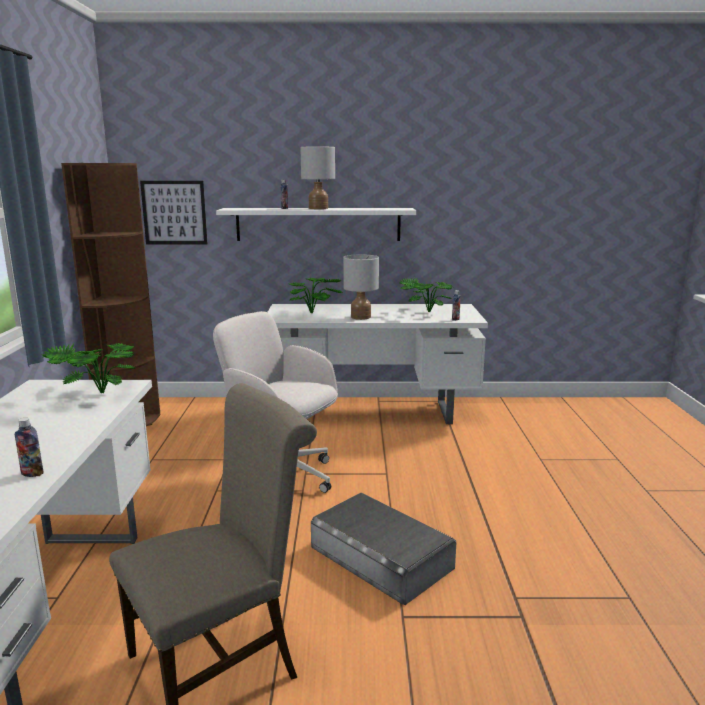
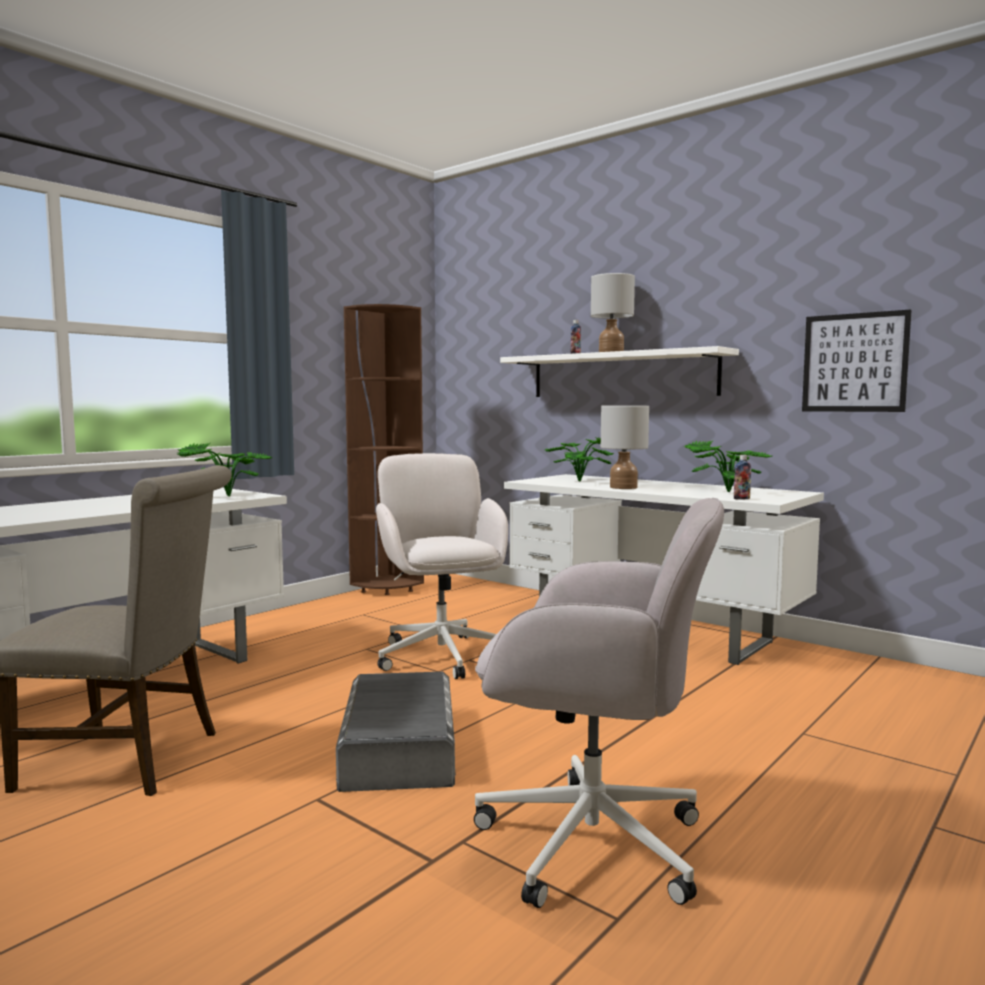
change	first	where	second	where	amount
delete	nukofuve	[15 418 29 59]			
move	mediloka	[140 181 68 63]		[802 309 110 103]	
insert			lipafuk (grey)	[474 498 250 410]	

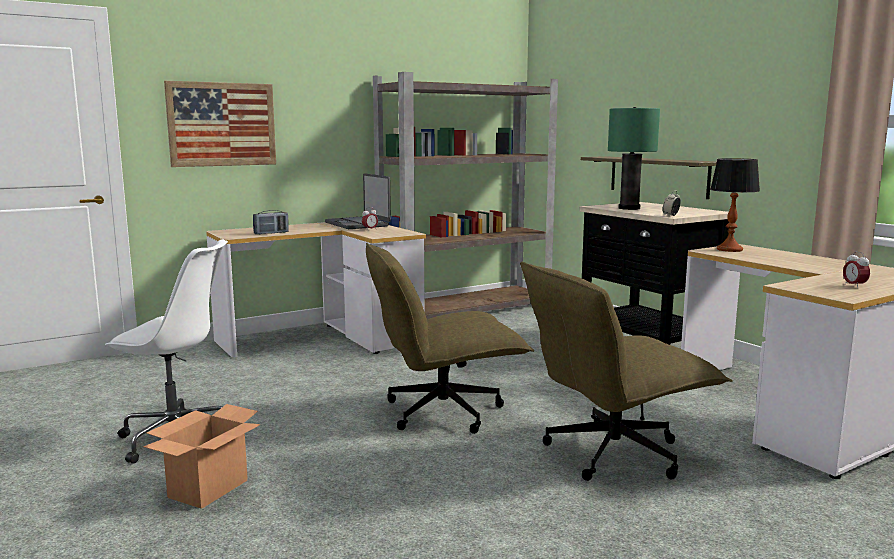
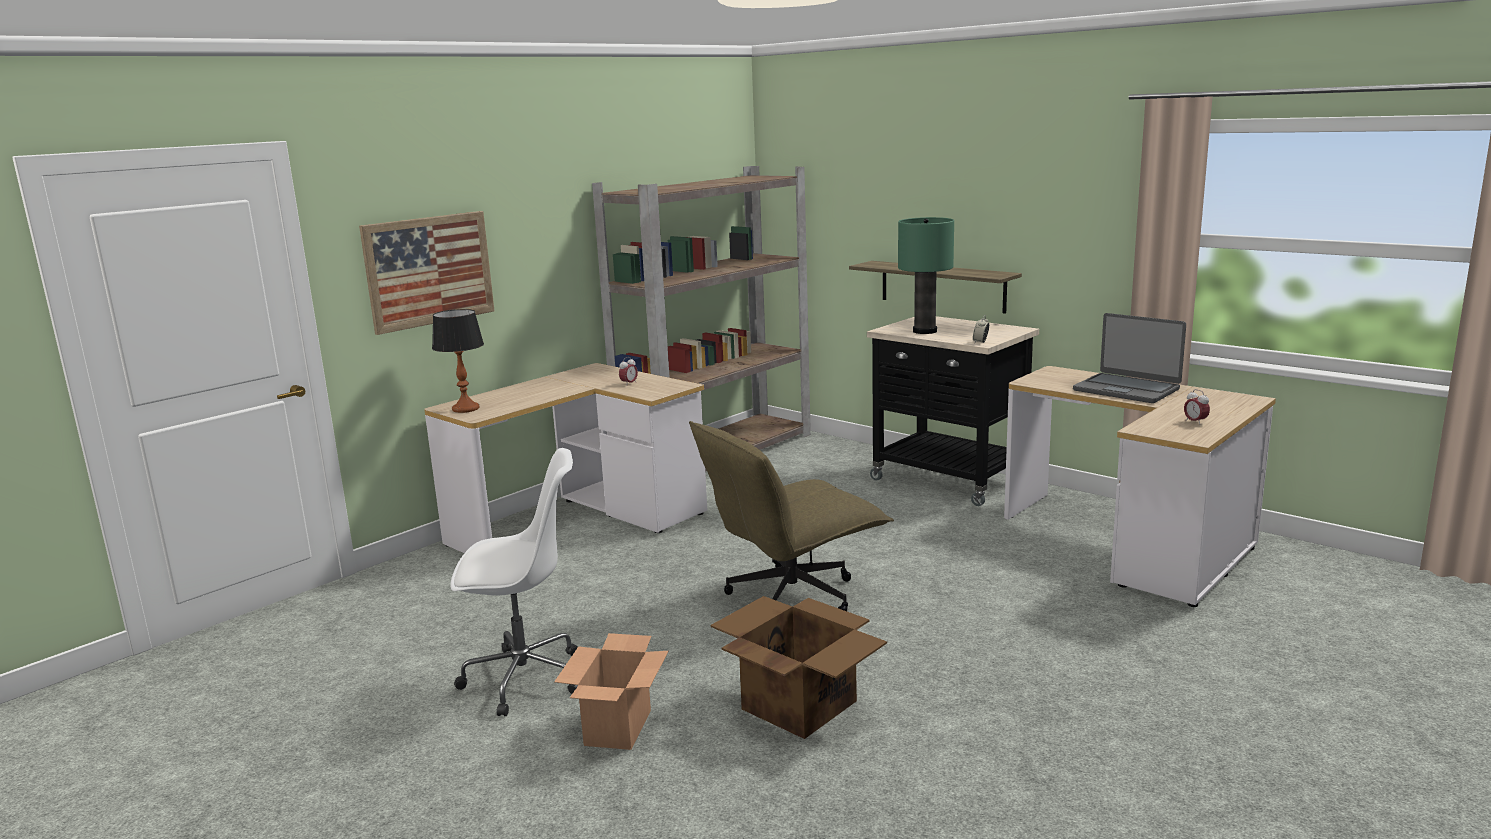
change	first	where	second	where	amount
delete	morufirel	[253 210 36 25]			
move	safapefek	[325 173 66 56]		[1073 313 113 90]	
delete	lipafuk (beige)	[520 262 213 219]			
move	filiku	[710 158 50 94]		[432 309 52 104]	
insert			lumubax	[711 596 176 143]	

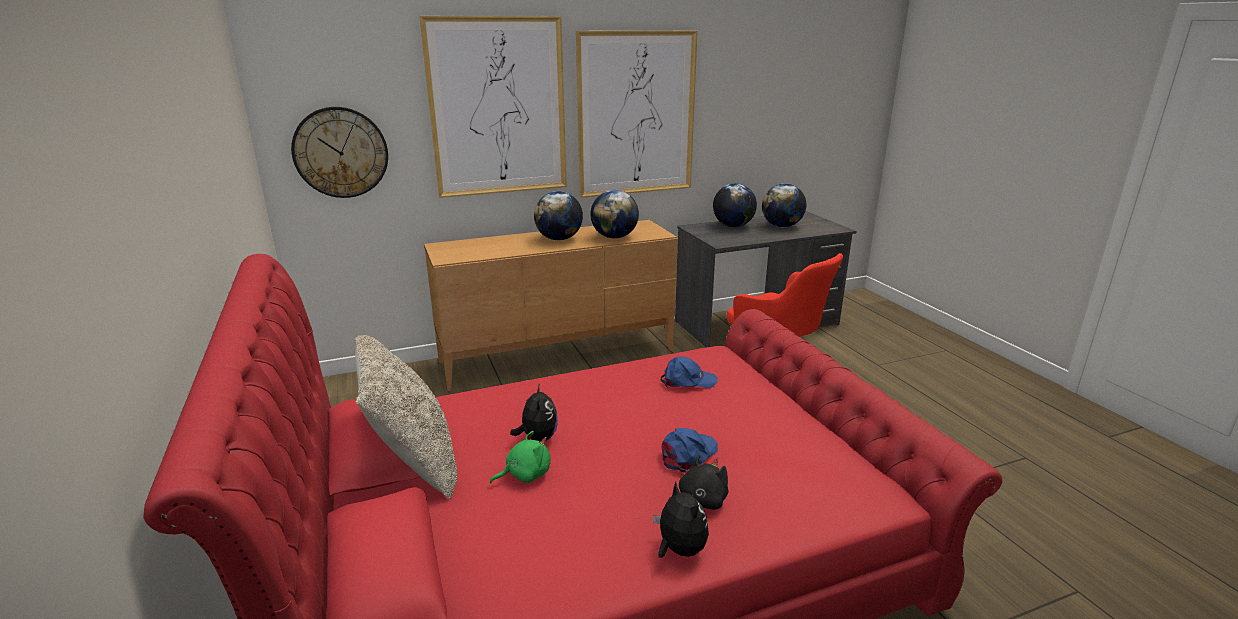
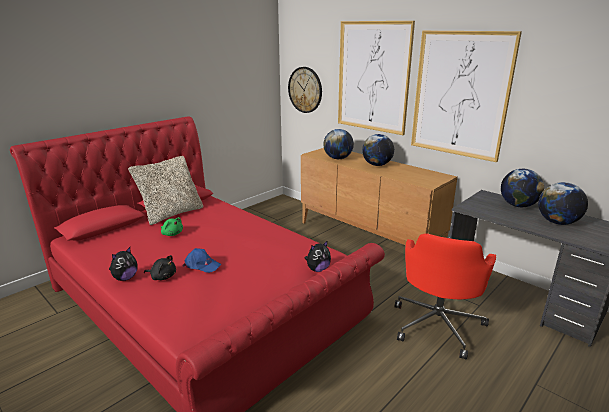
change	first	where	second	where	amount
move	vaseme	[510 383 48 59]		[304 240 27 32]	
move	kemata	[590 190 49 48]		[324 129 30 30]	
delete	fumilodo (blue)	[660 357 58 31]			

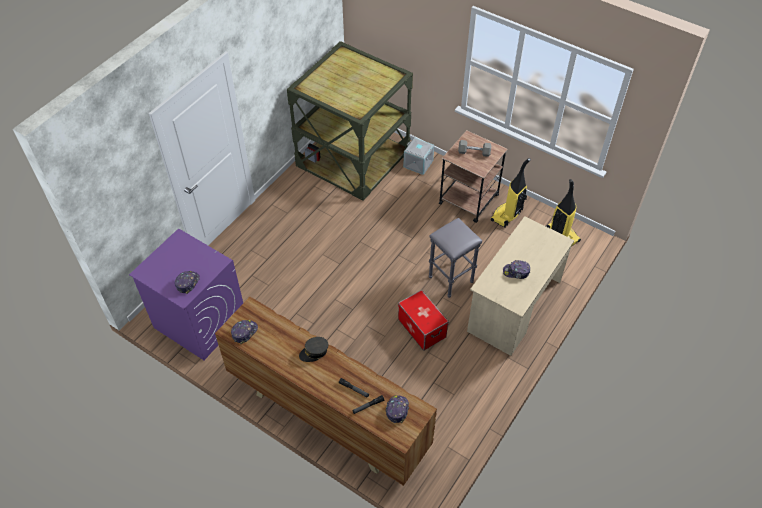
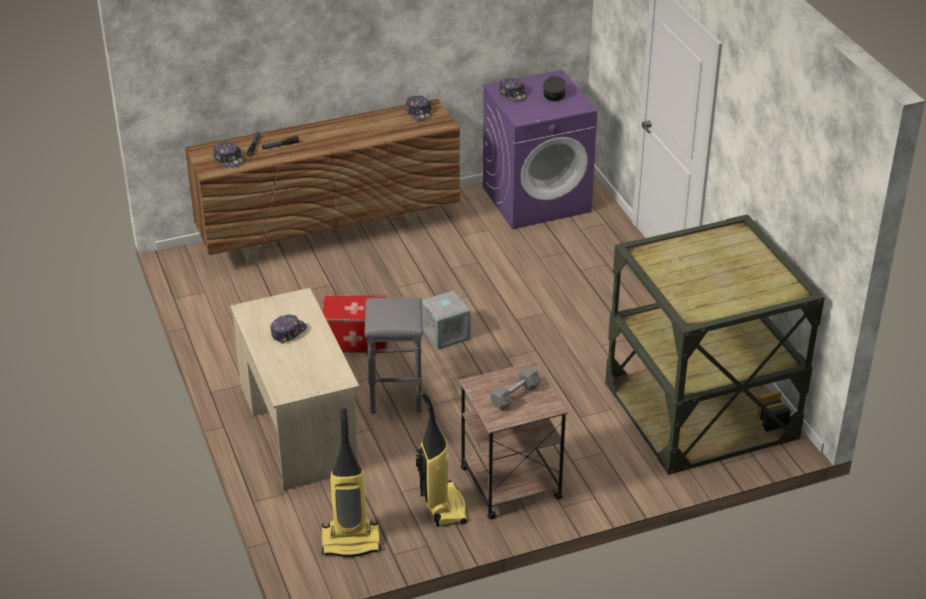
change	first	where	second	where	amount
move	fumilodo (grey)	[299 337 29 25]		[543 76 23 25]	
move	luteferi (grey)	[403 137 31 38]		[422 290 49 60]	

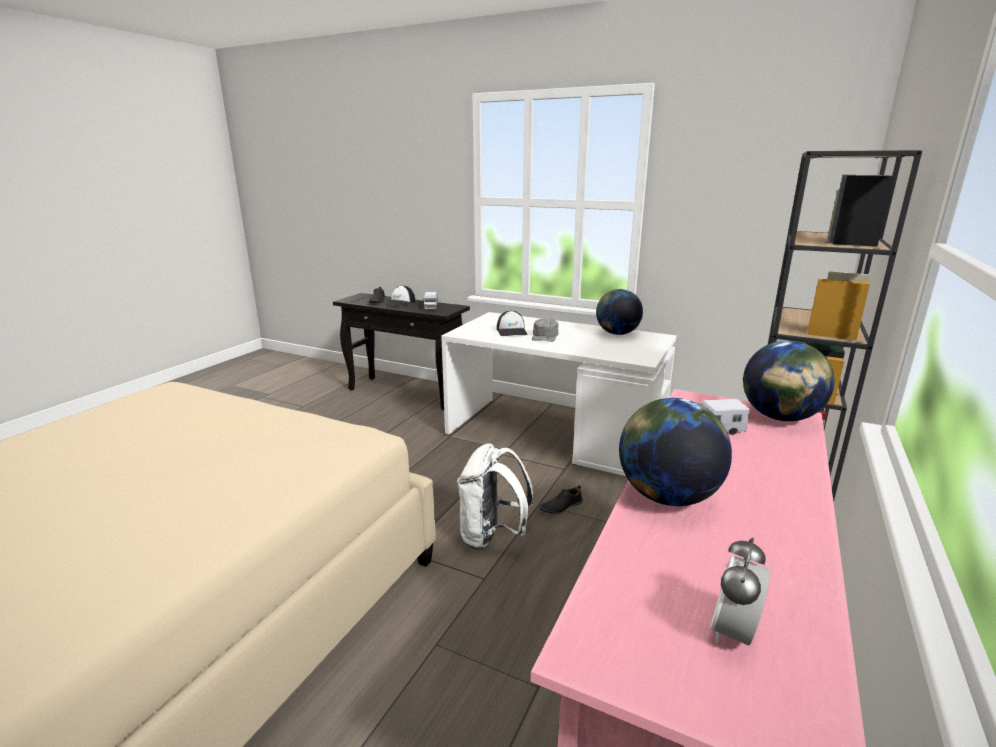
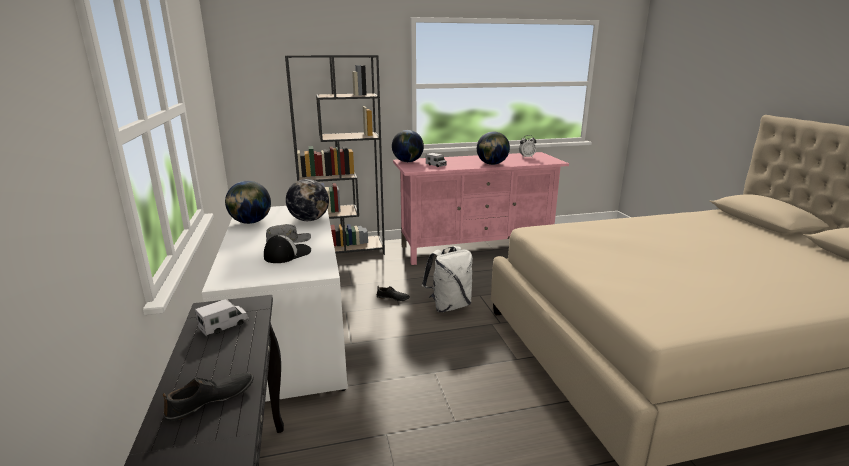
change	first	where	second	where	amount
delete	fumilodo	[384 285 32 22]			
insert			kemata	[286 179 43 42]	

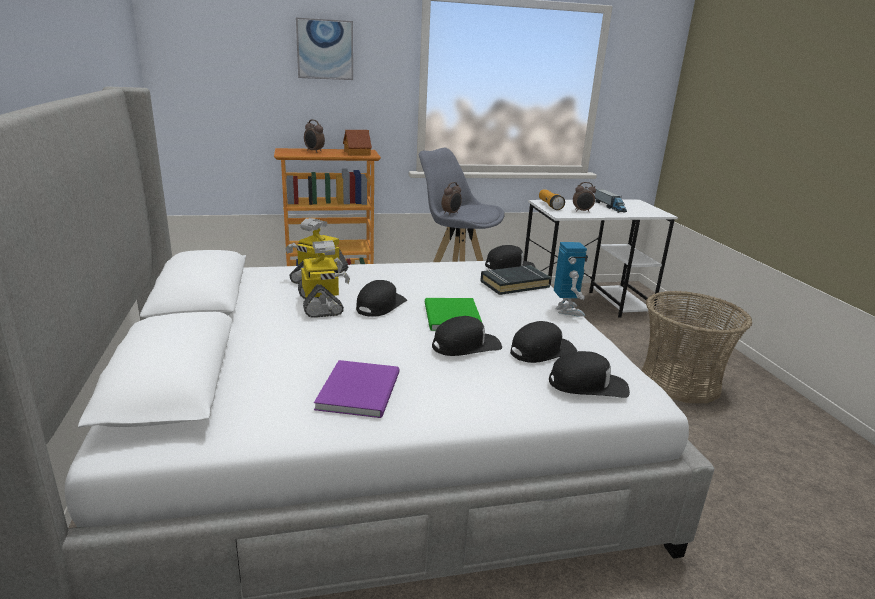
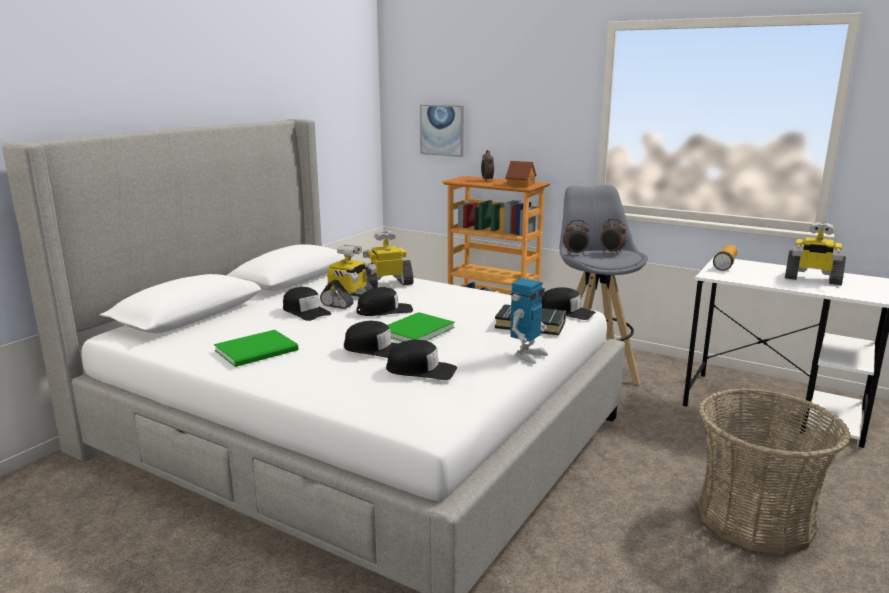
change	first	where	second	where	amount
move	mediloka	[296 17 57 63]		[420 104 44 53]	
recolor	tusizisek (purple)	[314 360 85 58]	tusizisek (green)	[214 330 84 37]	
move	fumilodo (black)	[549 351 81 47]		[283 287 49 34]	
move	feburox	[573 182 23 30]		[600 218 26 36]	
replace	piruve	[595 189 32 24]	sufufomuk	[785 222 61 63]	

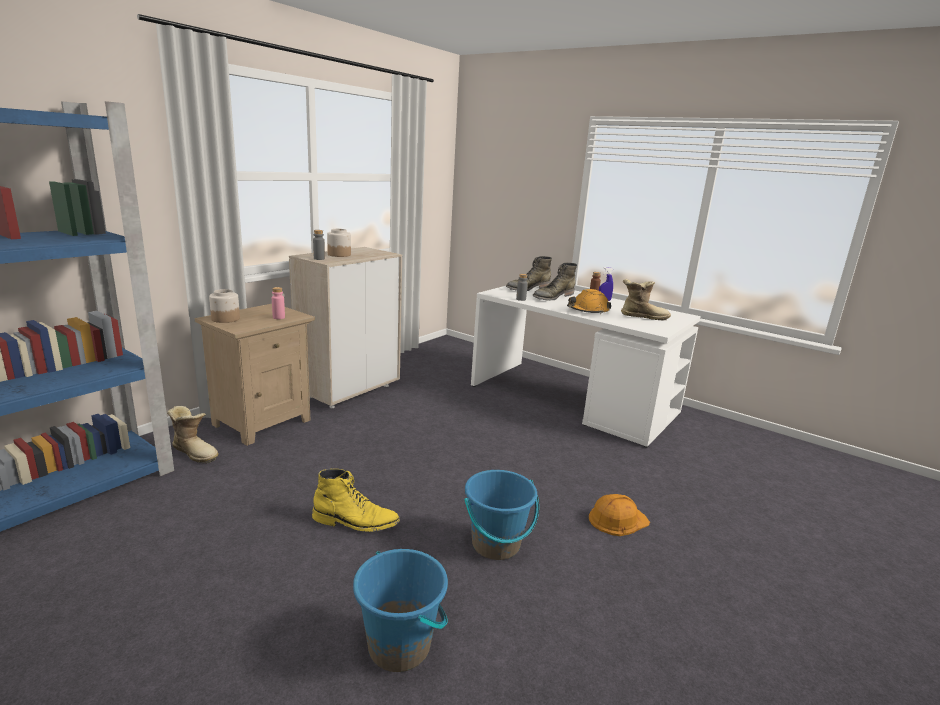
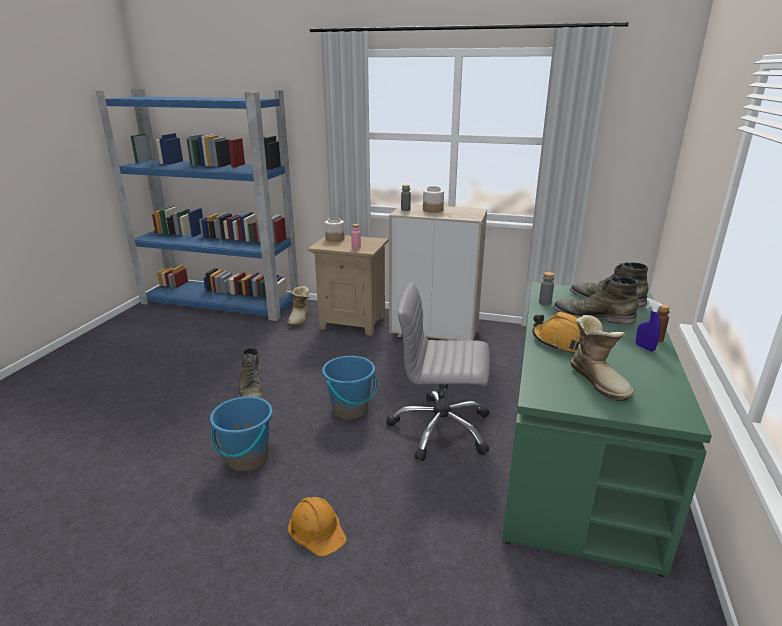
change	first	where	second	where	amount
recolor	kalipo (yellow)	[312 469 88 63]	kalipo (green)	[239 347 24 52]	
move	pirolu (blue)	[353 549 95 123]		[322 356 55 63]	
recolor	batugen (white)	[471 286 230 161]	batugen (green)	[502 282 210 295]	
insert			lipafuk (grey)	[386 282 104 179]	

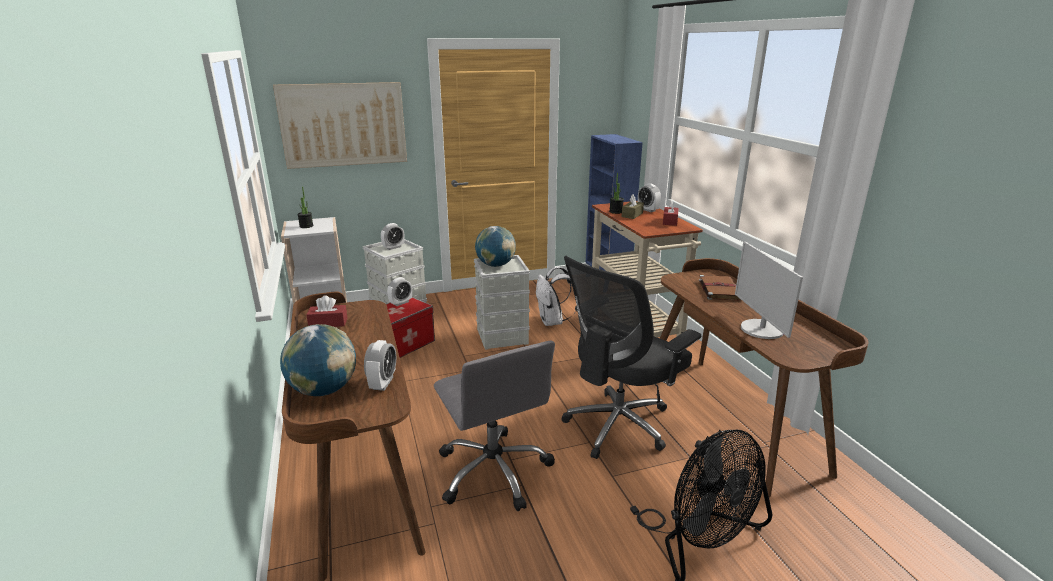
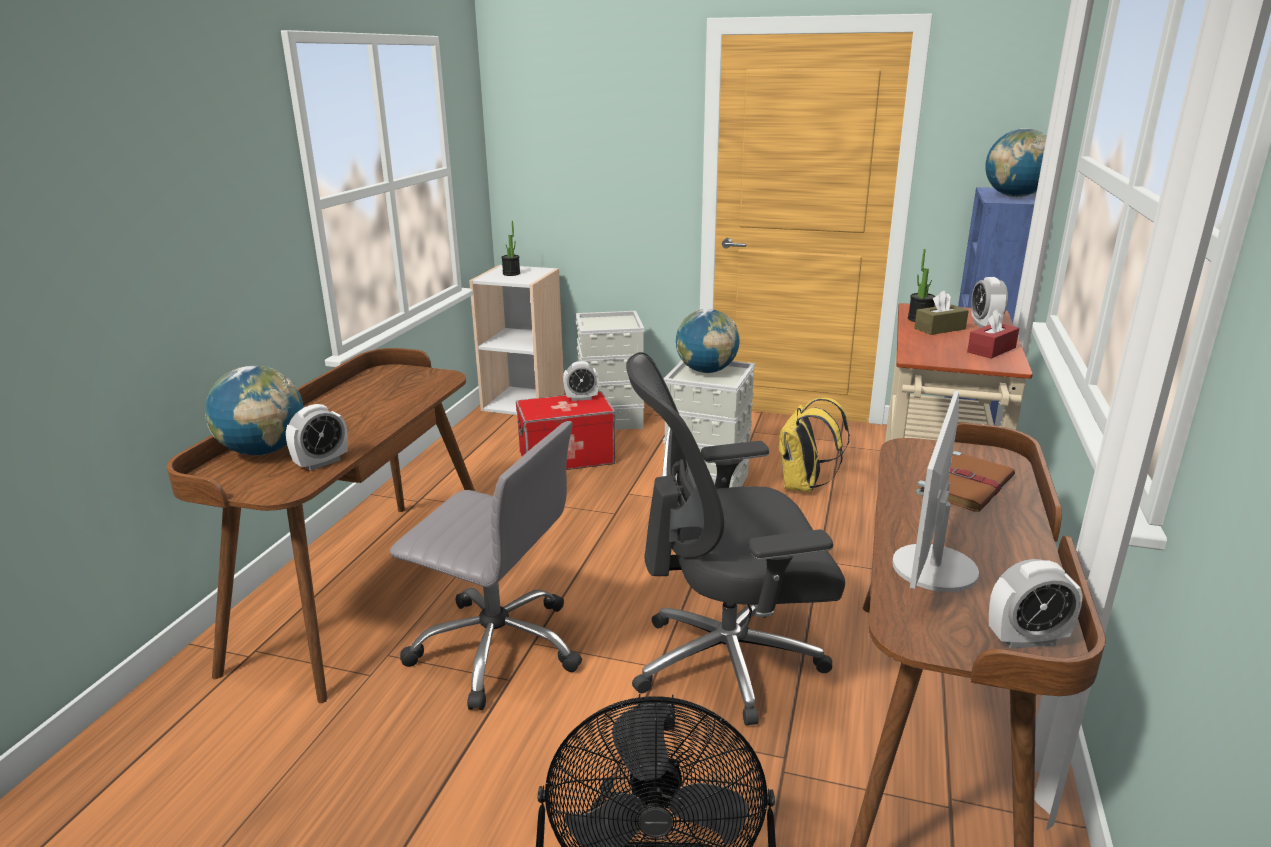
change	first	where	second	where	amount
delete	mediloka	[273 82 134 87]			
delete	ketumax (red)	[306 296 41 31]			
move	feburox	[381 223 24 27]		[989 559 94 90]	
rotate	lipafuk (grey)	[434 341 121 170]		[390 421 192 289]	75 degrees counterclockwise
recolor	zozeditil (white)	[536 267 40 59]	zozeditil (yellow)	[778 397 72 96]	
insert			kemata	[985 128 62 70]	

